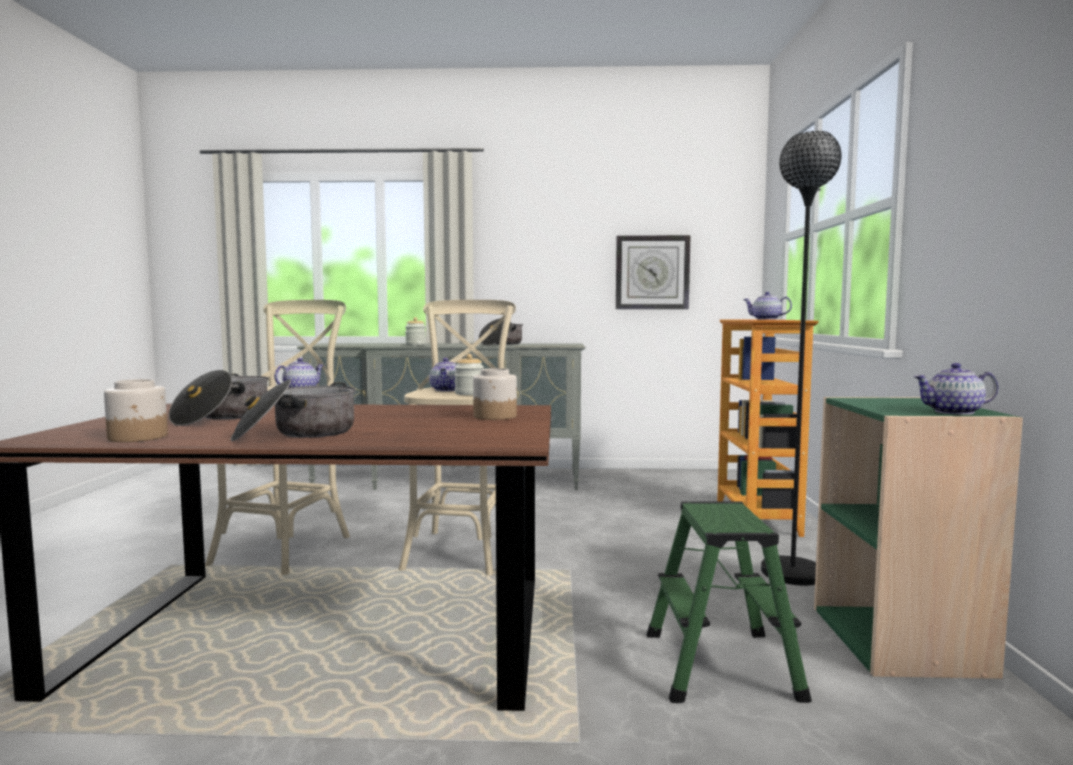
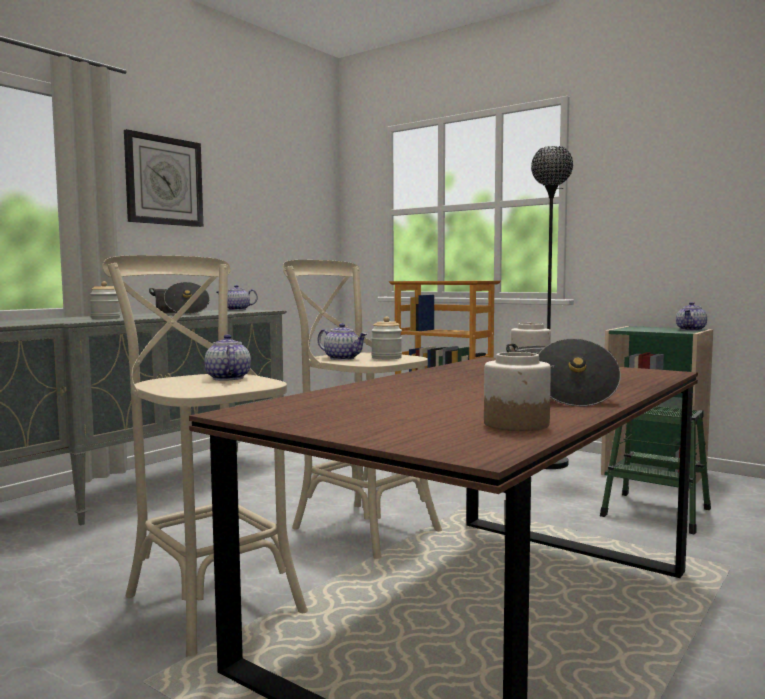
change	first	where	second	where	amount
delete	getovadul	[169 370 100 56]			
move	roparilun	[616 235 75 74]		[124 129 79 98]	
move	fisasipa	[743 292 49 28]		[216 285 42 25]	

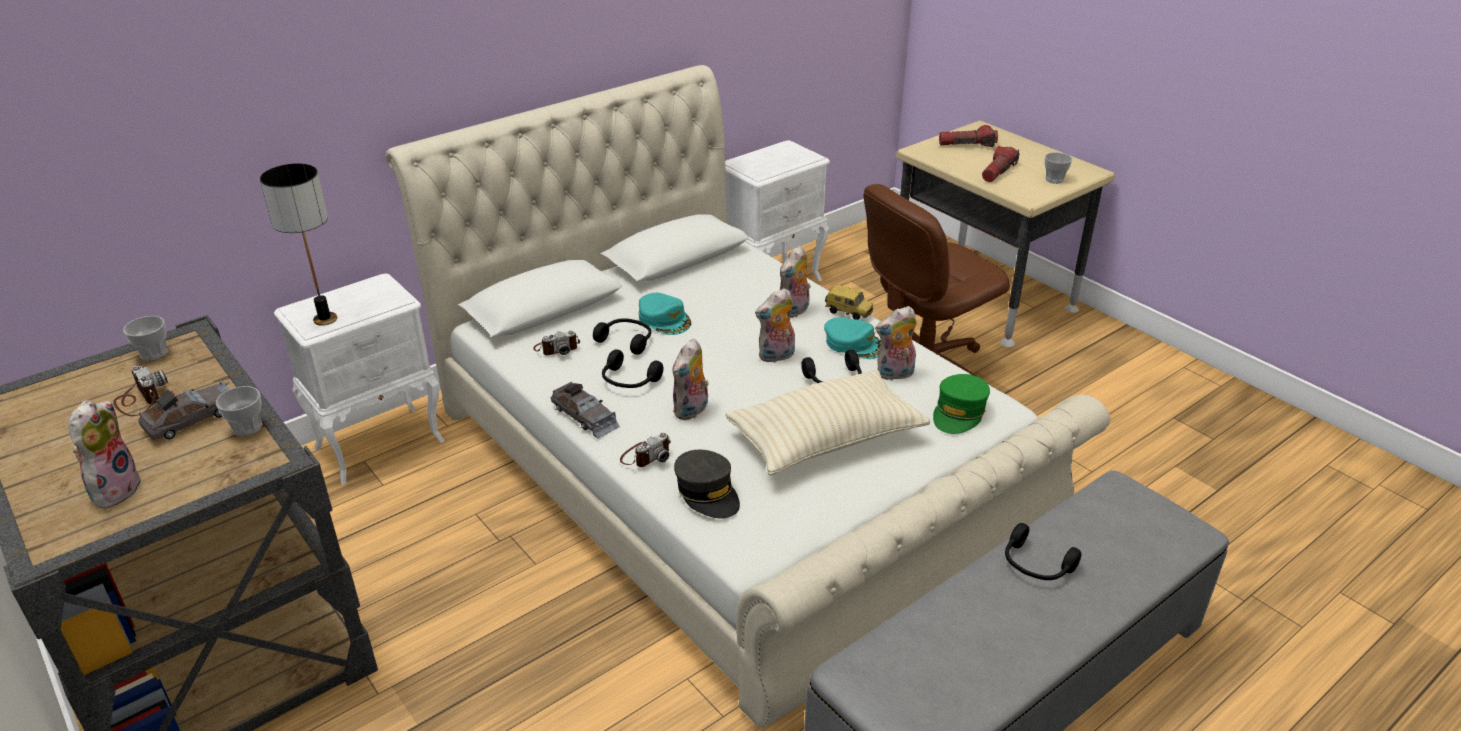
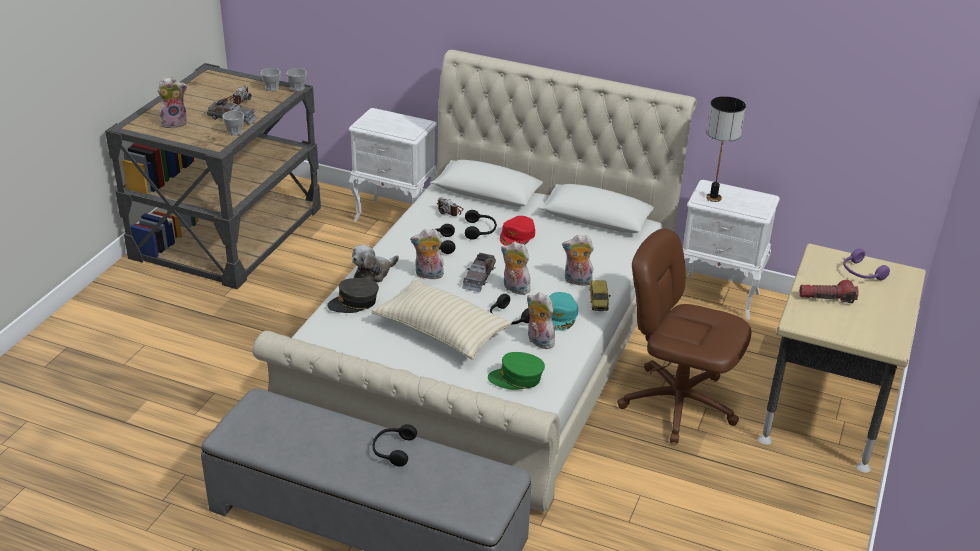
change	first	where	second	where	amount
move	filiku	[260 163 77 163]		[706 96 40 106]	
move	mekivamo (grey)	[551 382 69 57]		[462 253 34 39]	
replace	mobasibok	[620 433 51 34]	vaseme	[352 245 47 37]	
recolor	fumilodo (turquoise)	[639 293 52 42]	fumilodo (red)	[500 216 35 30]	
rotate	fumilodo (grey)	[674 450 66 69]		[327 278 52 35]	45 degrees clockwise
replace	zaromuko	[939 125 59 22]	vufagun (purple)	[843 249 47 31]	
move	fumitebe	[1045 152 28 32]		[286 68 21 23]	

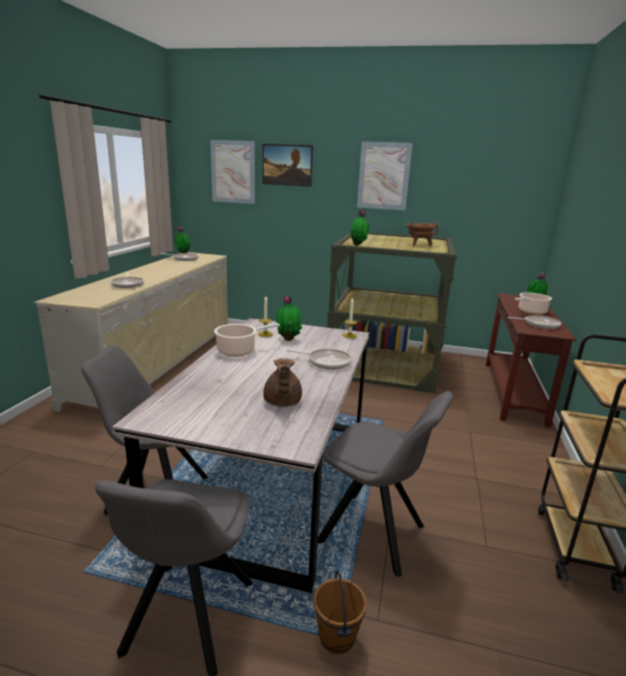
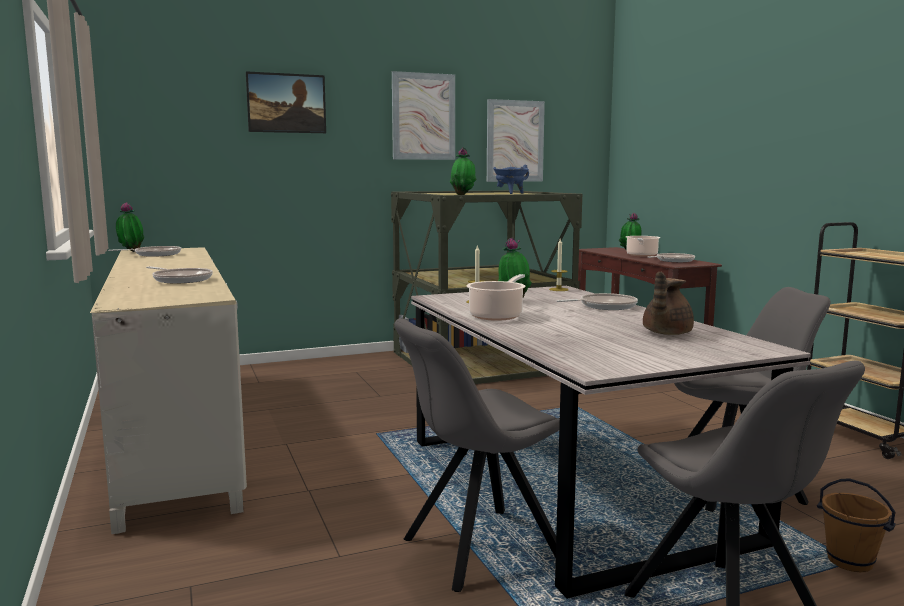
change	first	where	second	where	amount
move	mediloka	[210 140 45 64]		[487 99 58 83]	
rotate	fisasipa (brown)	[263 358 39 49]		[643 272 51 63]	75 degrees clockwise
recolor	getovadul (brown)	[406 222 32 24]	getovadul (blue)	[493 165 36 29]	

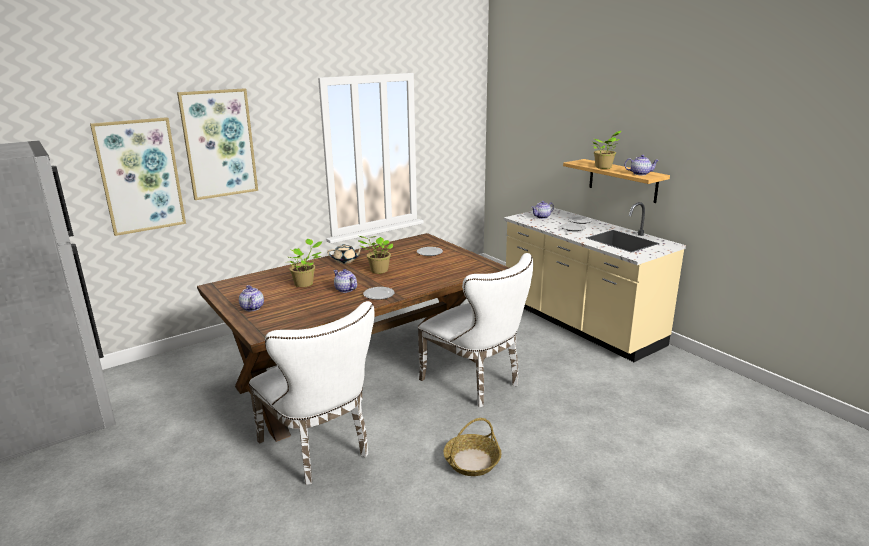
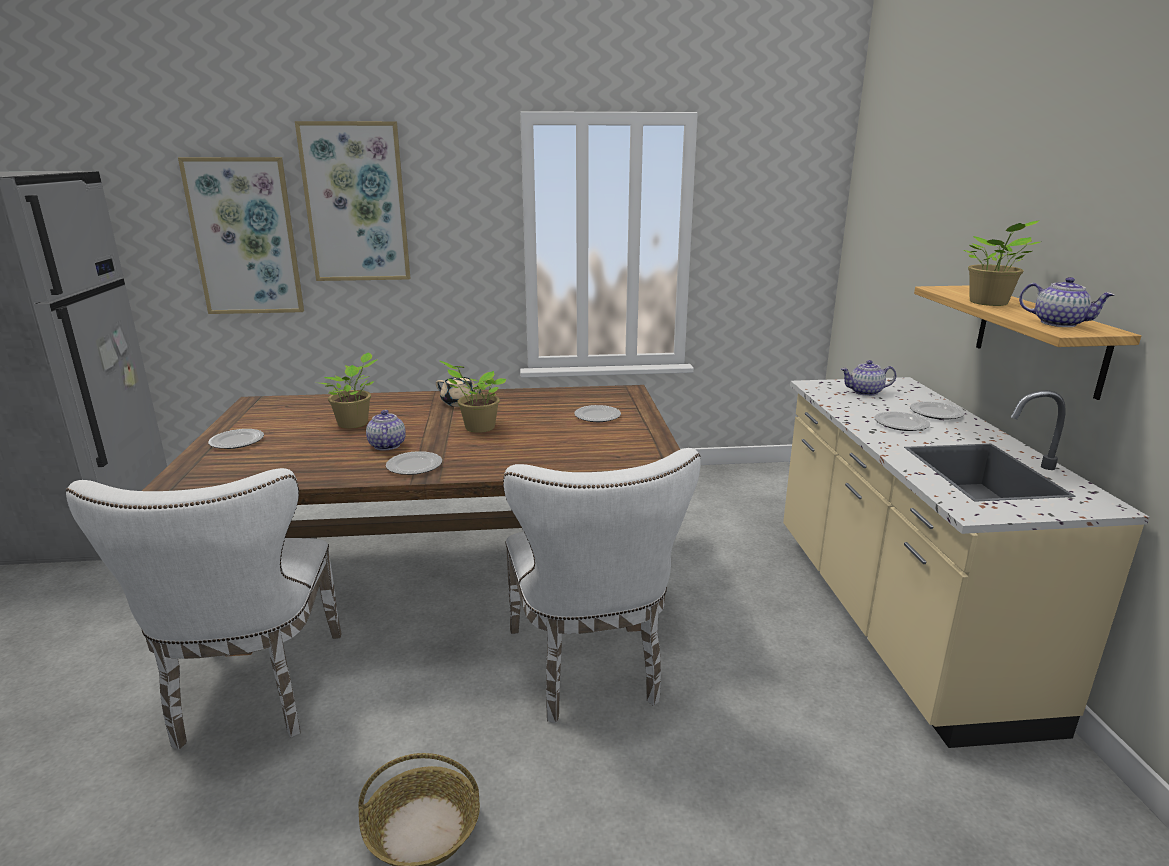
change	first	where	second	where	amount
replace	fisasipa	[239 285 25 26]	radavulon	[208 429 56 20]	

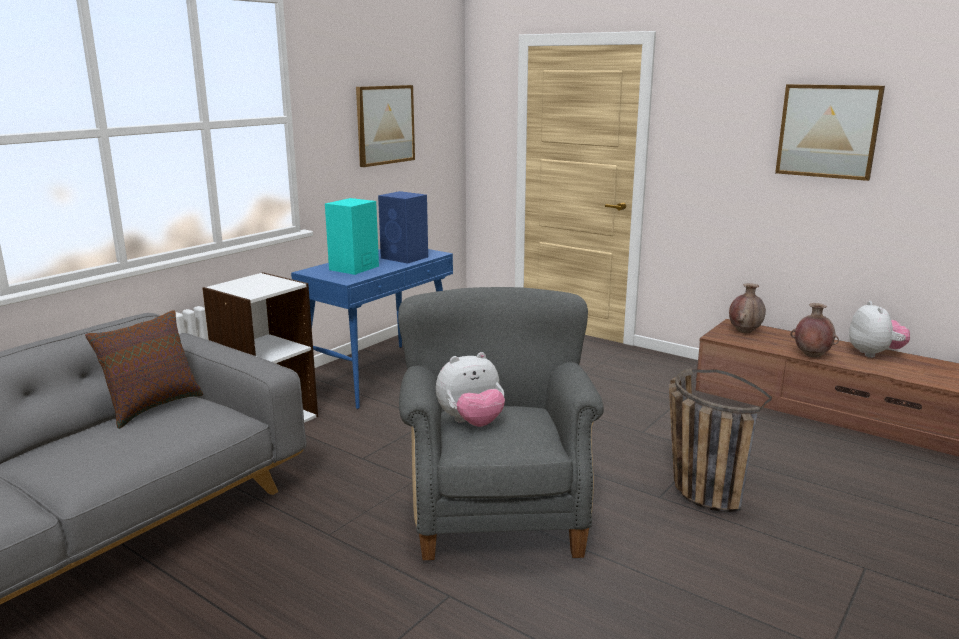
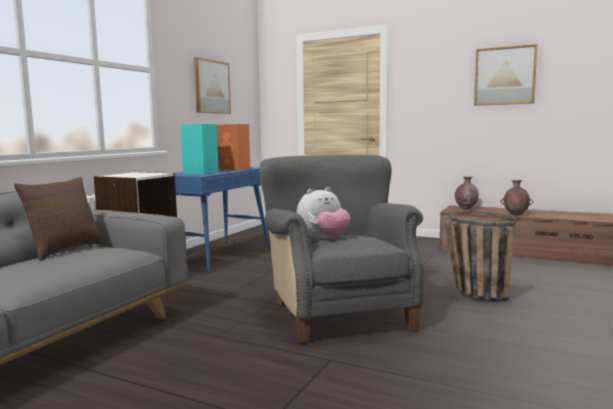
change	first	where	second	where	amount
recolor	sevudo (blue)	[378 191 50 73]	sevudo (orange)	[217 124 33 47]	
delete	vaseme	[849 301 61 57]			

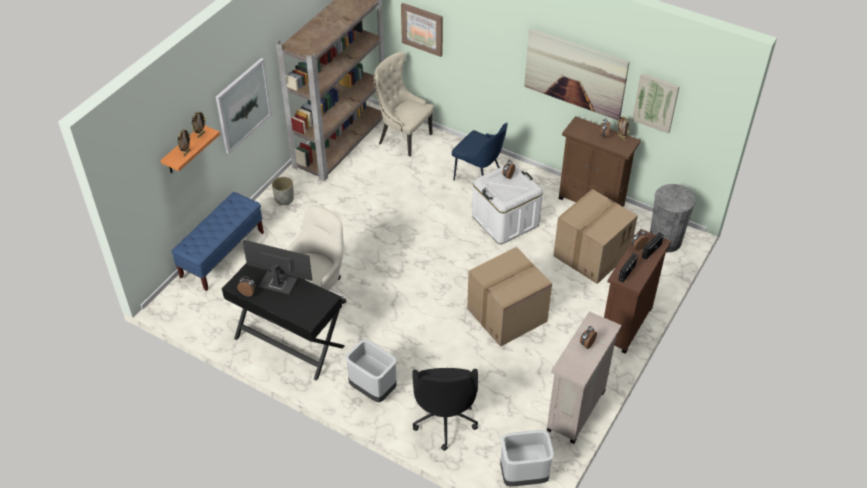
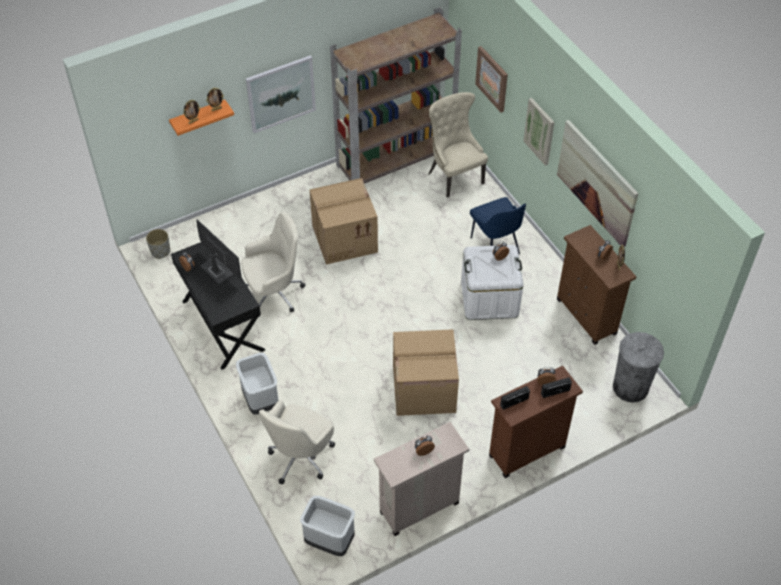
change	first	where	second	where	amount
delete	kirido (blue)	[171 192 93 99]			
move	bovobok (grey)	[272 177 22 28]		[146 229 24 30]	
recolor	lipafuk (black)	[412 368 66 83]	lipafuk (beige)	[259 400 76 84]	
move	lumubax	[553 189 85 95]		[310 178 68 87]	
move	mediloka	[632 73 48 61]		[523 98 31 67]	

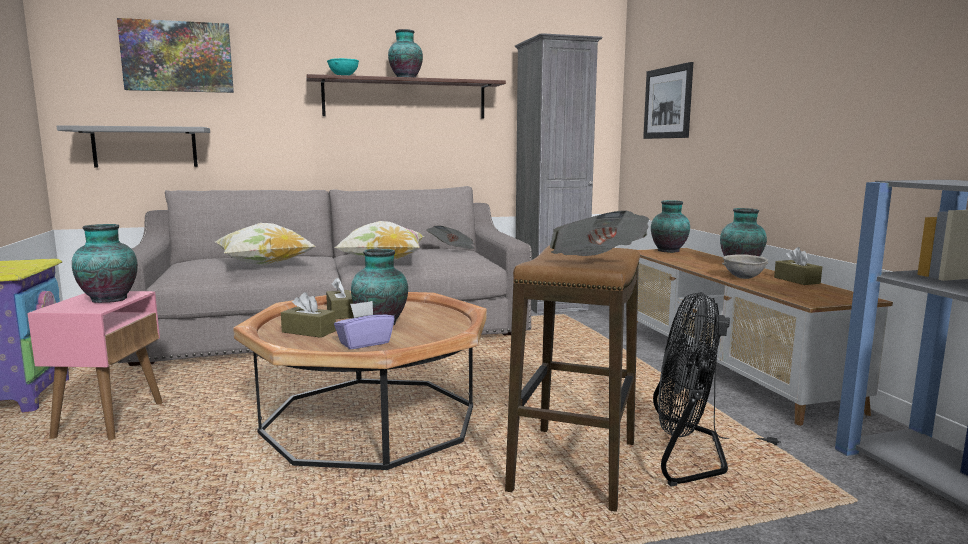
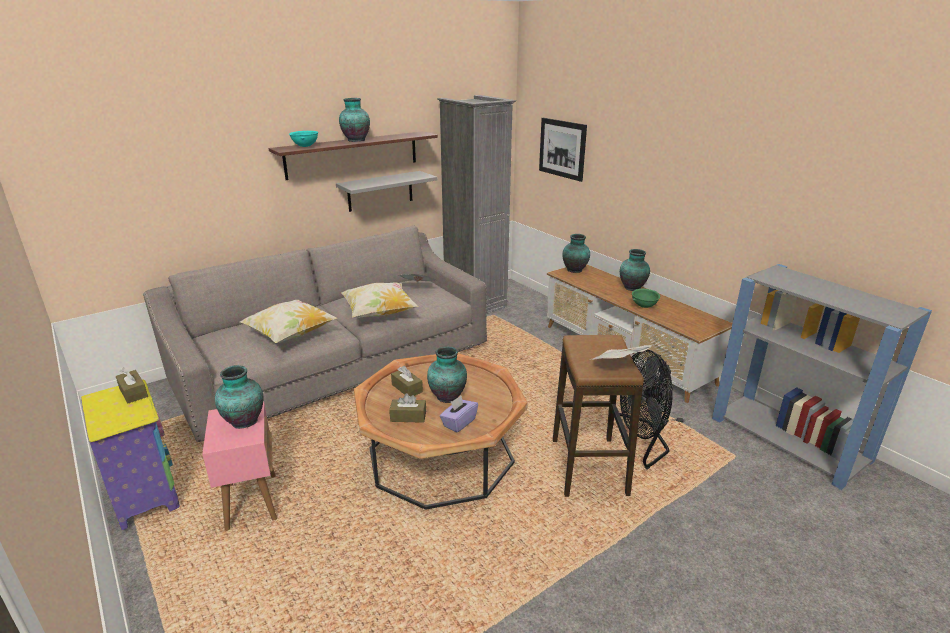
change	first	where	second	where	amount
move	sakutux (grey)	[57 125 153 42]		[336 171 102 41]	
delete	mediloka	[117 18 117 75]			
recolor	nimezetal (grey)	[722 254 46 25]	nimezetal (green)	[632 289 28 19]	
move	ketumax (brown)	[774 247 48 38]		[116 367 32 37]	

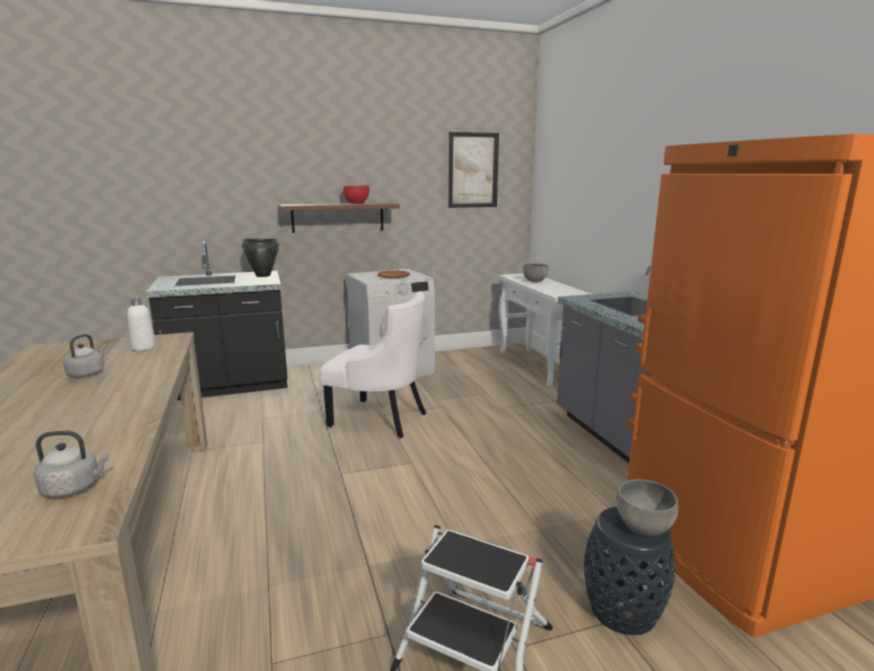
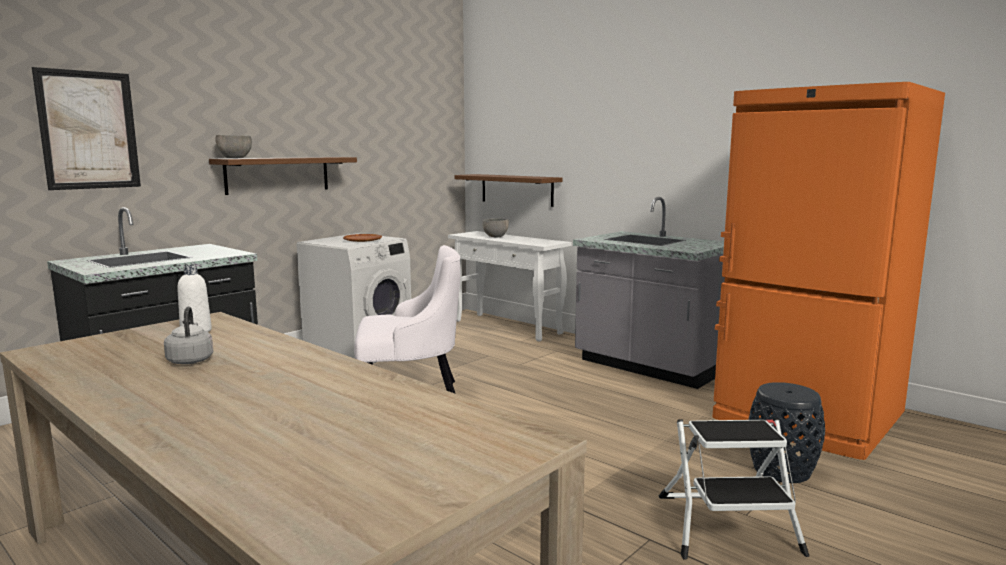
change	first	where	second	where	amount
delete	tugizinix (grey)	[34 431 75 67]			
delete	getovadul (black)	[242 239 37 38]			
delete	nimezetal (red)	[343 185 26 19]			
move	mediloka	[448 132 51 76]		[32 67 109 123]	
move	nimezetal (grey)	[616 479 63 57]		[215 135 37 23]	
insert			sakutux (brown)	[455 174 108 33]	

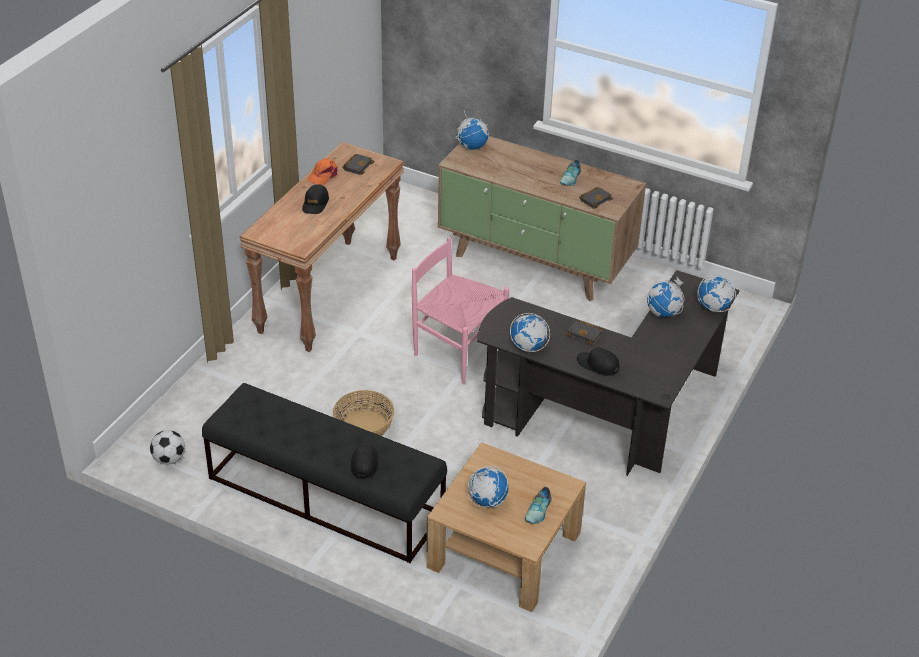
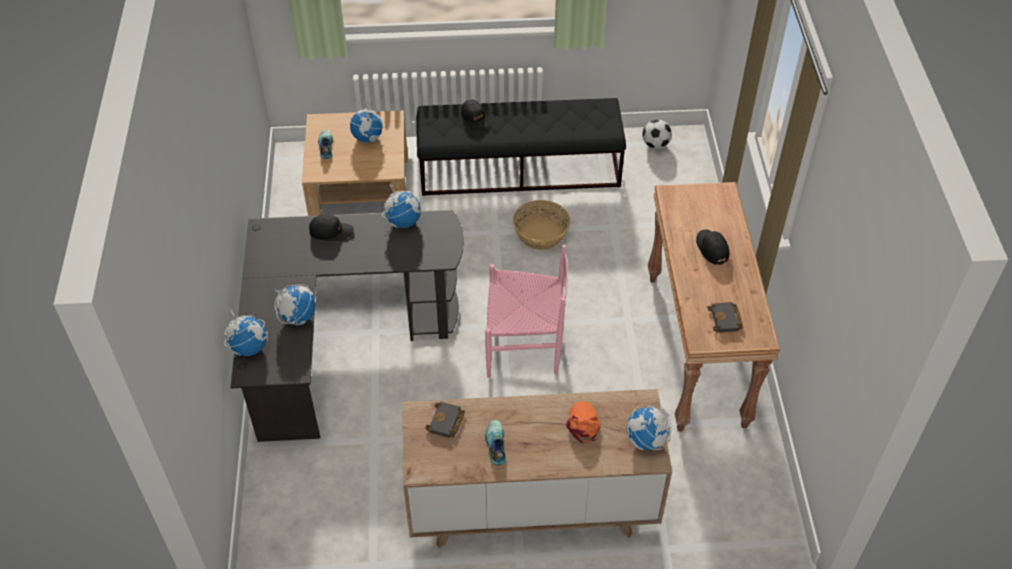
change	first	where	second	where	amount
move	fumilodo (orange)	[308 158 30 27]		[566 401 34 43]	
delete	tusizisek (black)	[567 320 36 25]			

